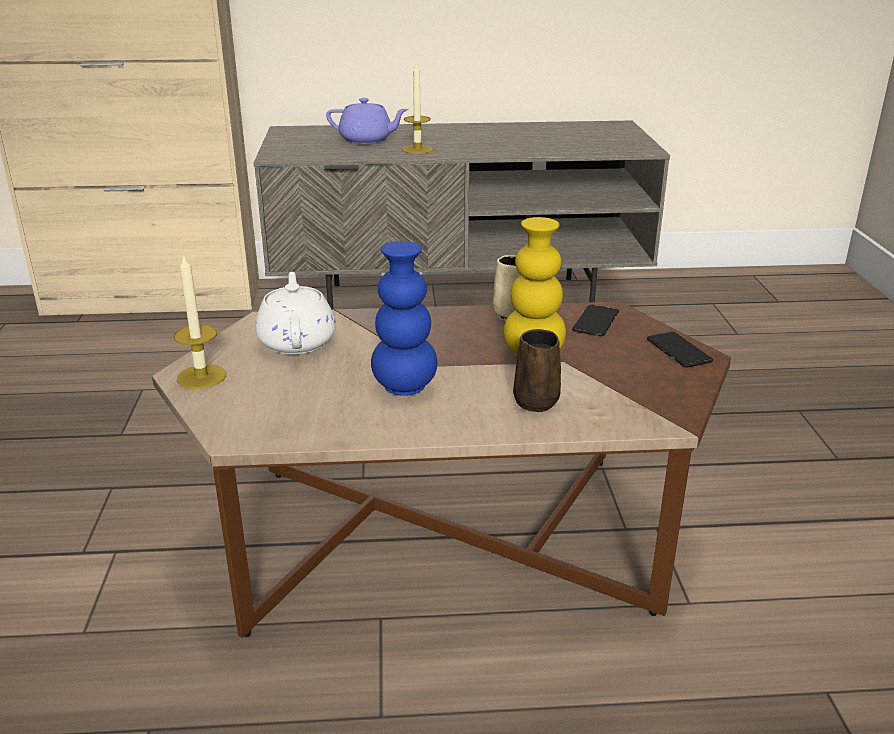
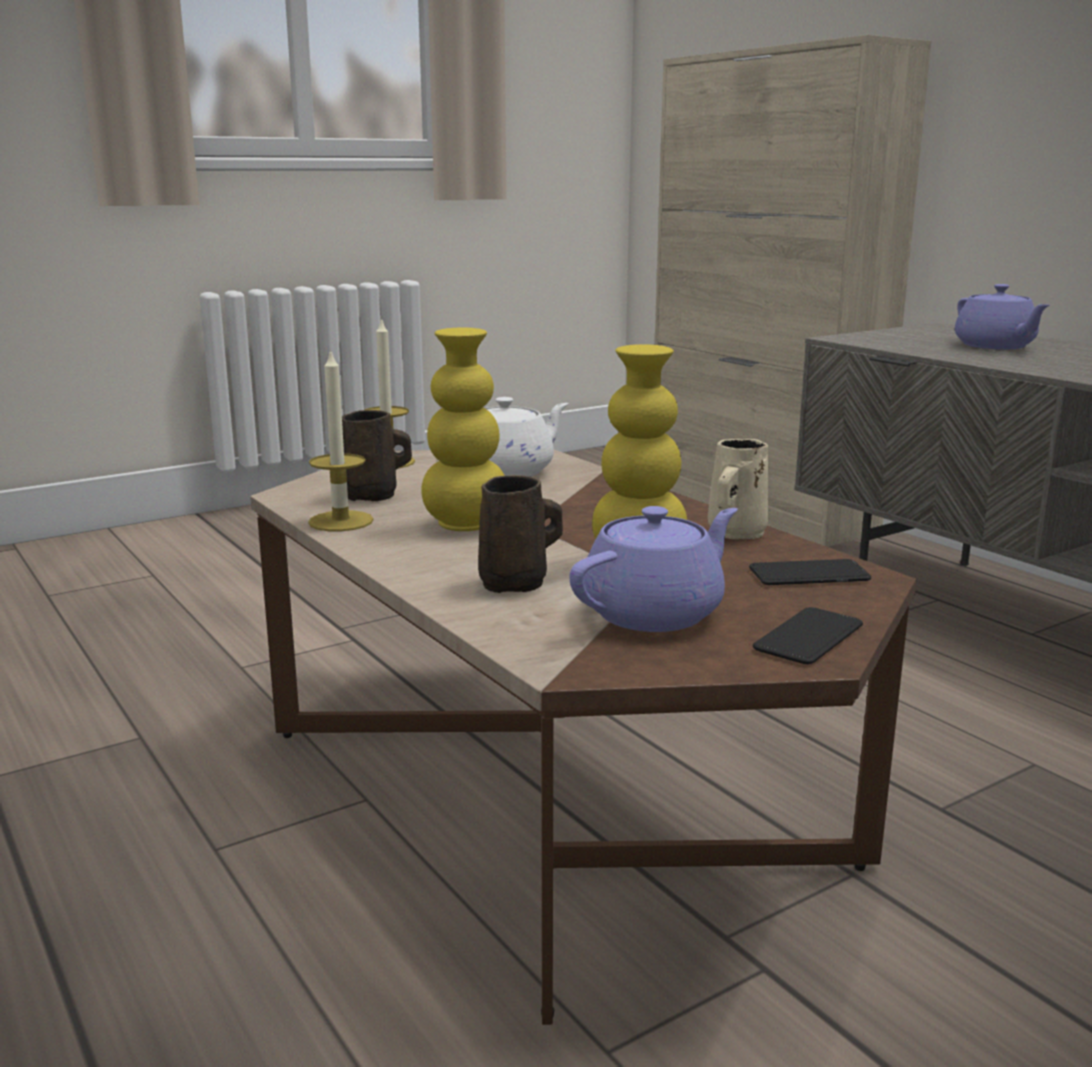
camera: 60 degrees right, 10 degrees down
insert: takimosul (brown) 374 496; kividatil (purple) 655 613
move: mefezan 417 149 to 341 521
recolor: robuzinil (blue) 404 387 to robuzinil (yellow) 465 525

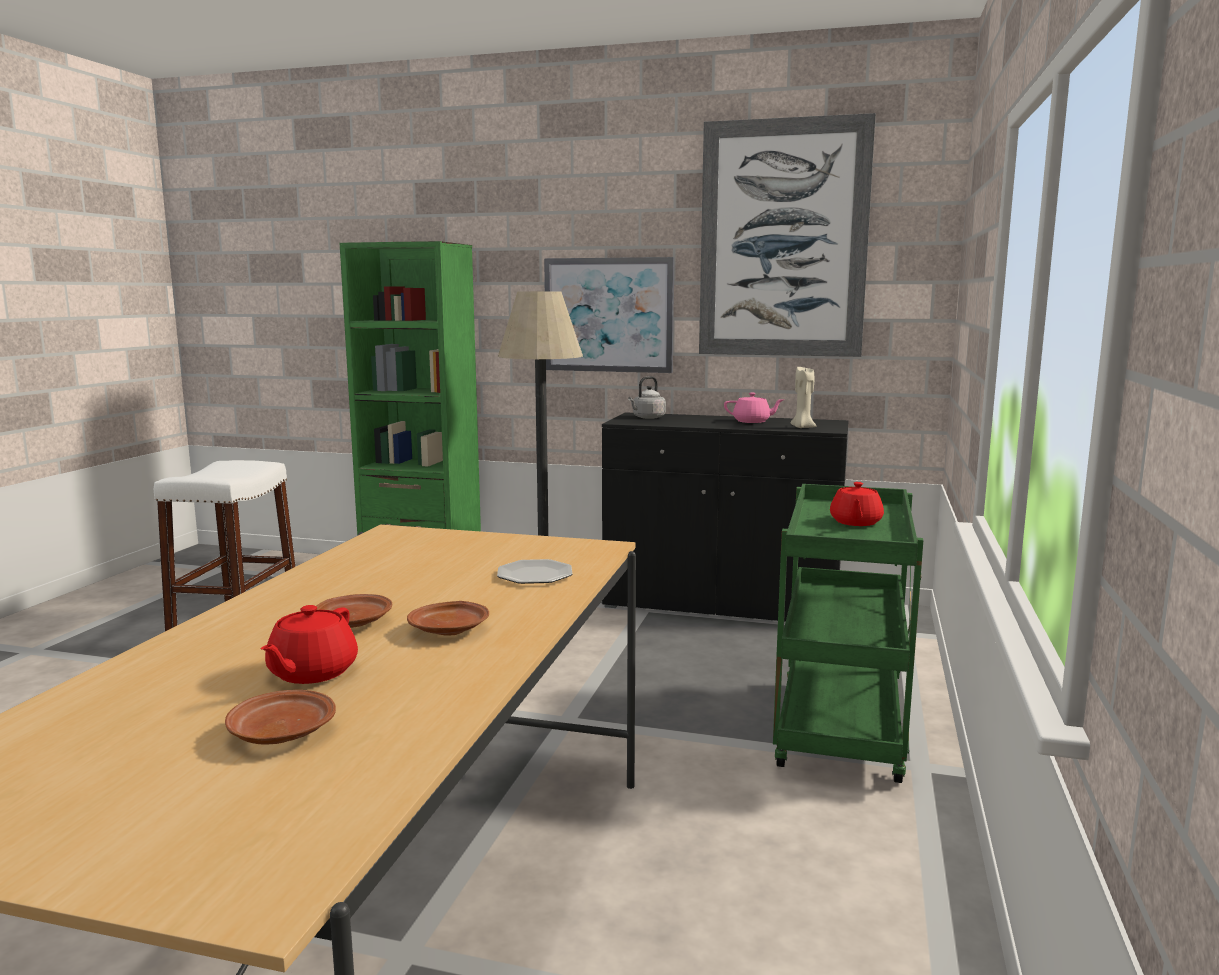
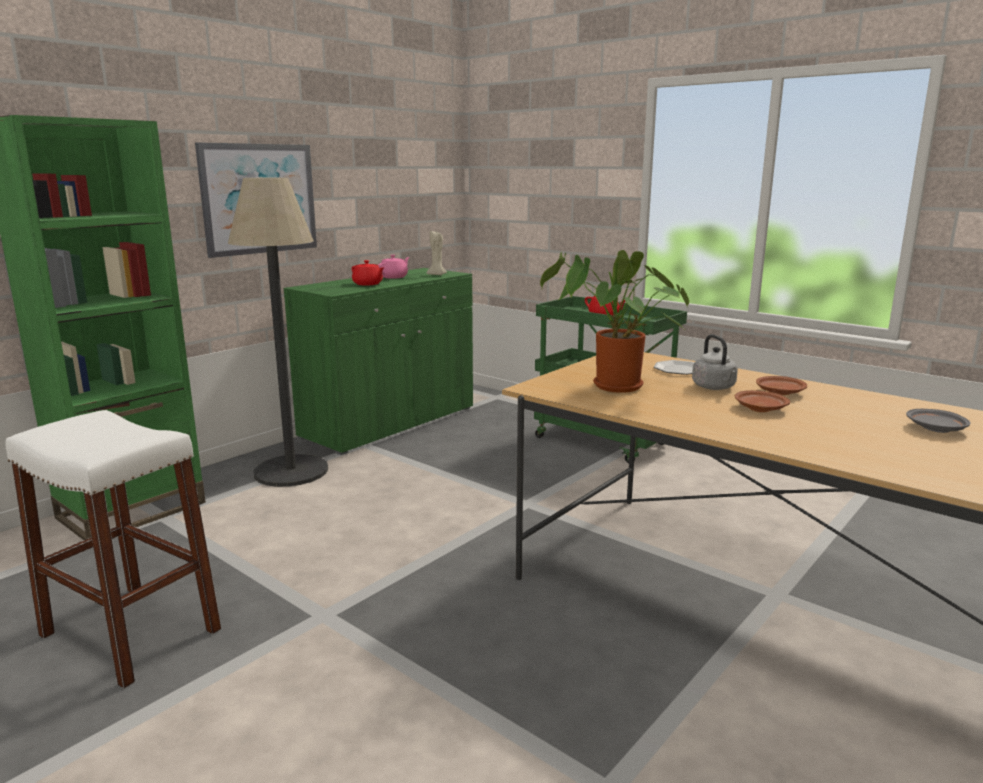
camera: 65 degrees left, 5 degrees up
delete: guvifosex 783 239
insert: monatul 613 387
move: kividatil (red) 311 673 to 368 284; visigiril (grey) 647 418 to 715 387
recolor: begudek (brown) 281 733 to begudek (grey) 935 429; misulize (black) 721 604 to misulize (green) 390 422

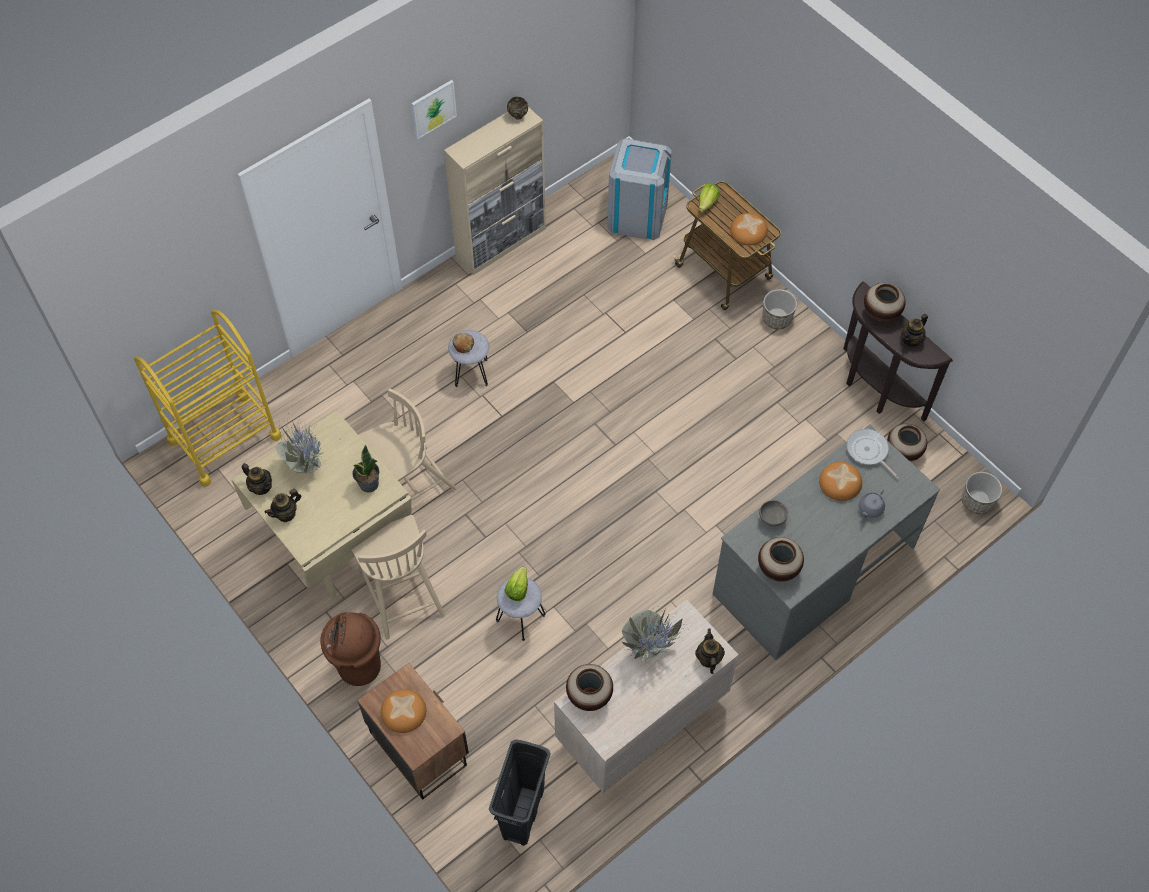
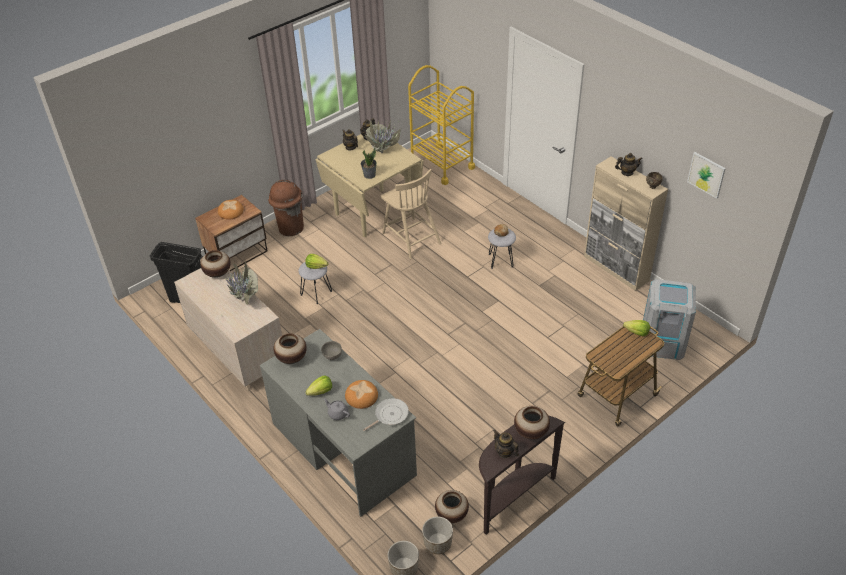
camera: 90 degrees right, 15 degrees down
delete: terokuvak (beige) 400 592; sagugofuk 748 231
insert: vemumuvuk 321 392
move: guvifosex 433 108 to 706 174; kividatil 708 658 to 627 172; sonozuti 776 319 to 437 543

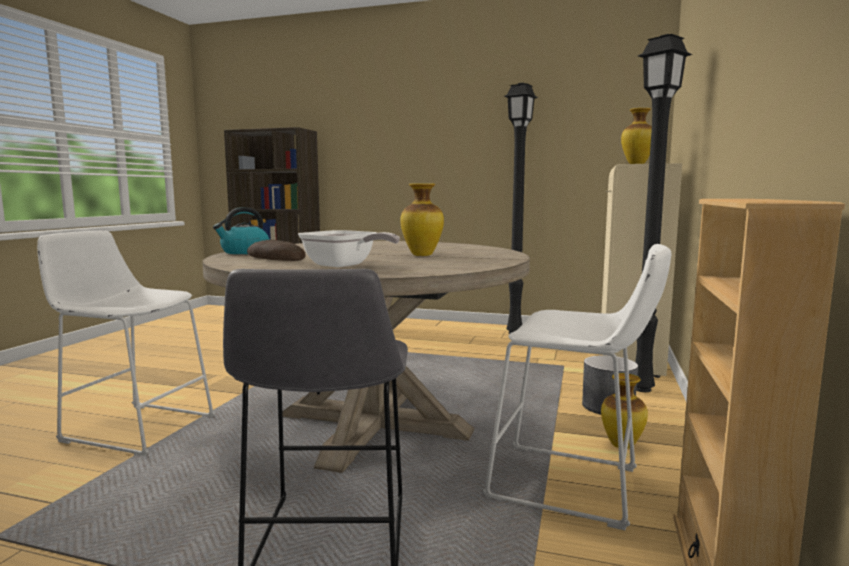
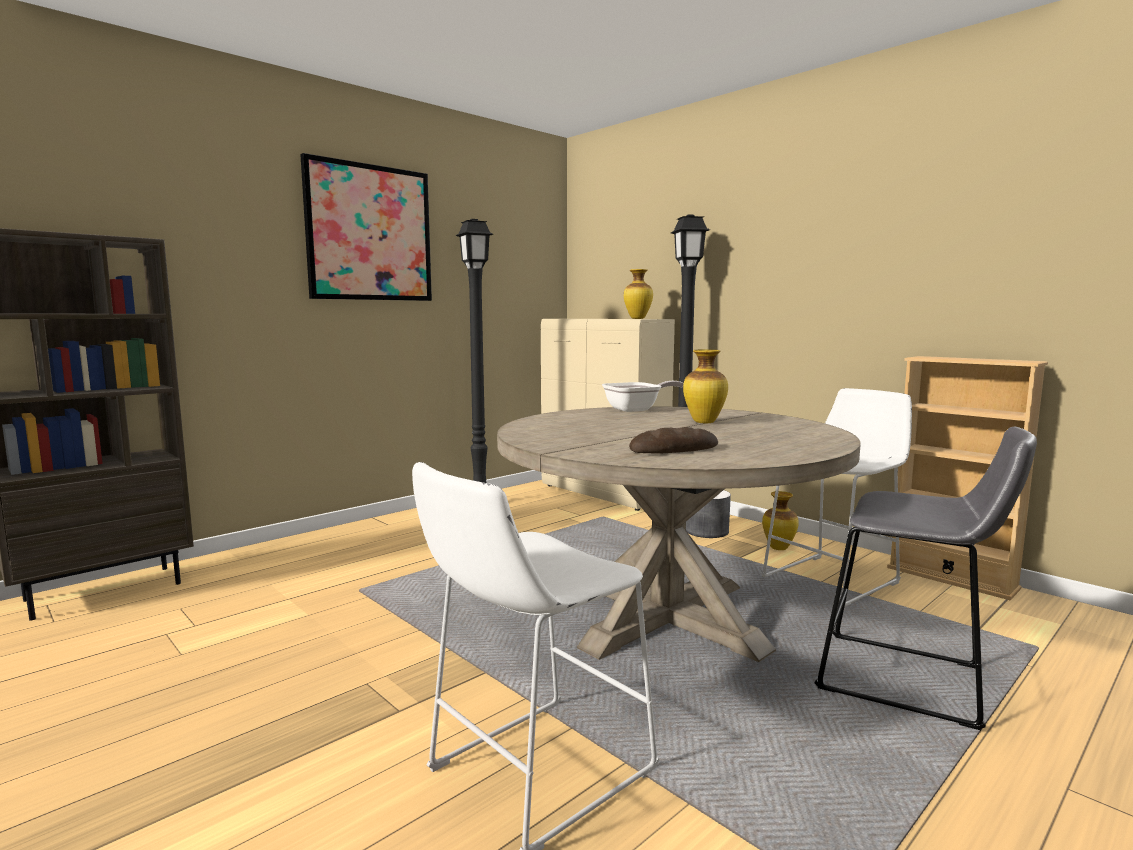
camera: 60 degrees left, 0 degrees up
delete: visigiril 244 252
insert: guvifosex 369 233
move: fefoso 344 265 to 637 409

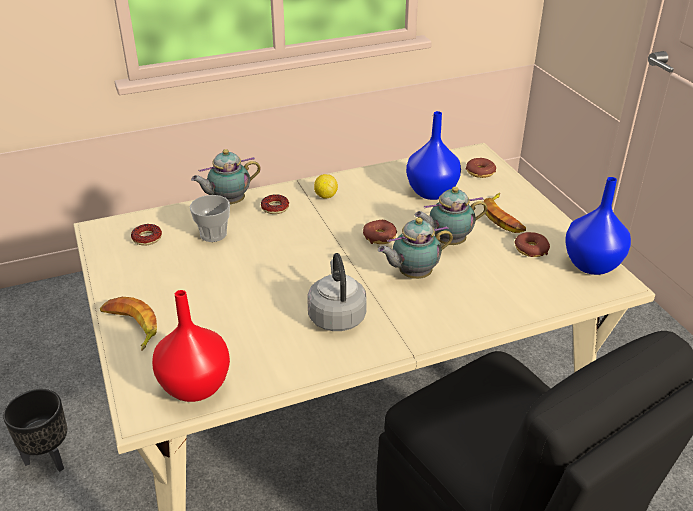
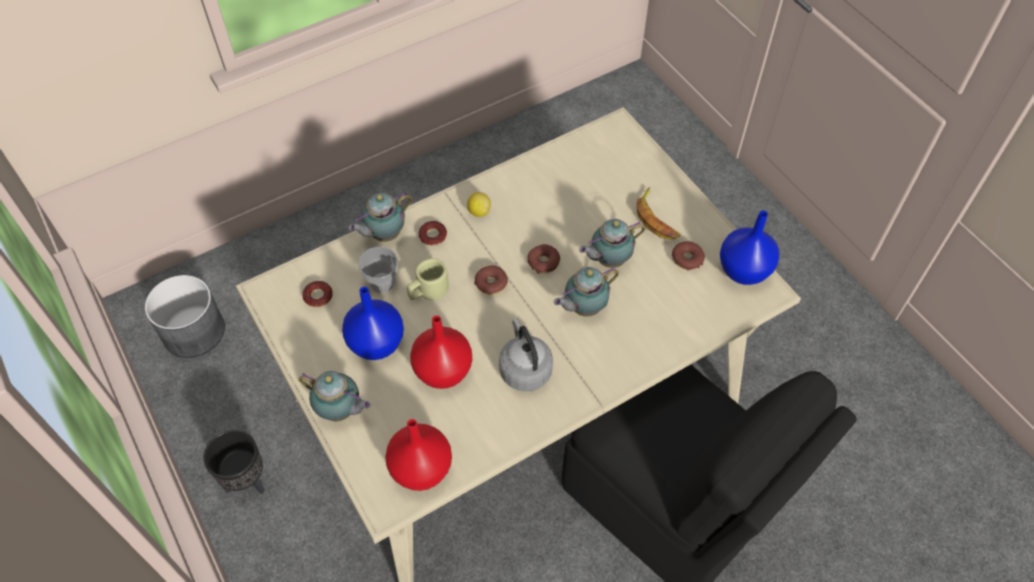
camera: 10 degrees left, 20 degrees up
insert: sonozuti (grey) 193 331; takimosul (beige) 427 291; robuzinil (red) 442 371
move: robuzinil (blue) 430 192 to 375 345; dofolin 480 172 to 491 283
replace: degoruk 130 327 to kividatil 341 411

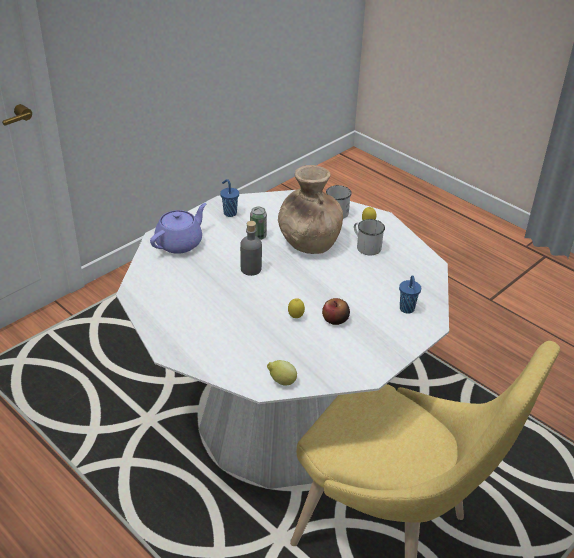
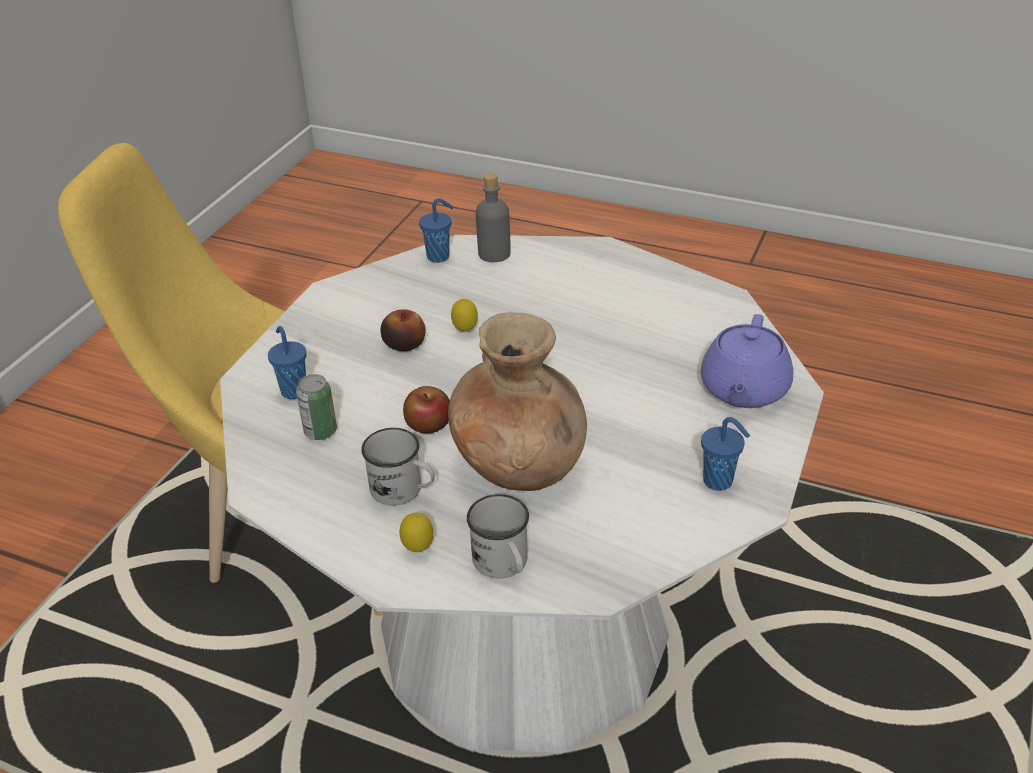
camera: 160 degrees right, 0 degrees up
insert: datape 429 424
move: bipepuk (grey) 251 269 to 494 254; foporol 258 236 to 320 431
replace: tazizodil 281 382 to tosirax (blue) 439 257

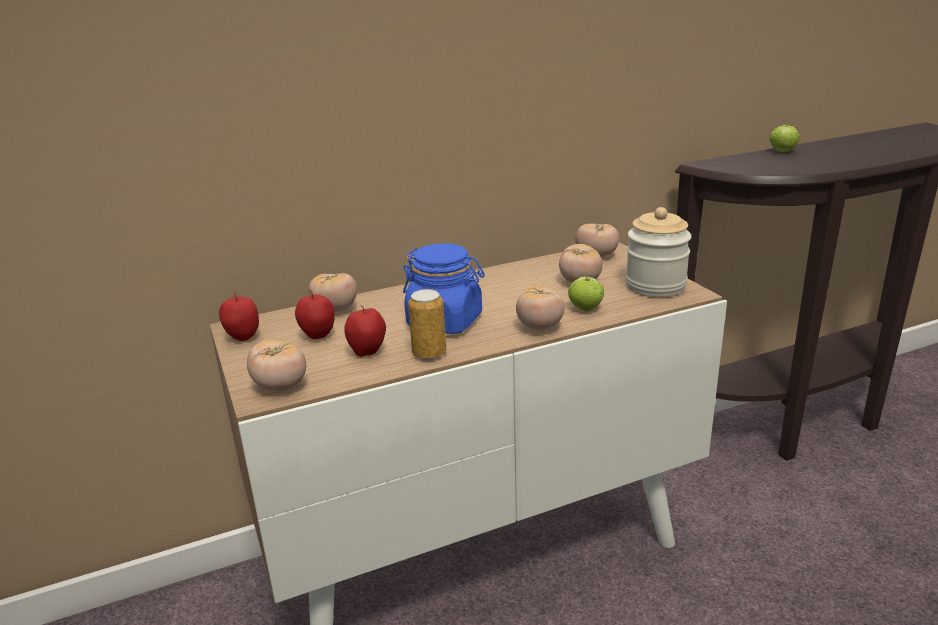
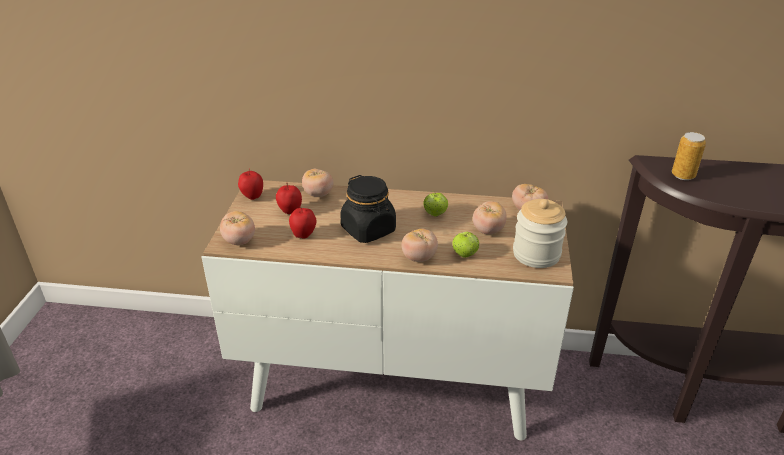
camera: 30 degrees right, 10 degrees up
move: foporol 429 354 to 683 175; datape 782 151 to 435 214
recolor: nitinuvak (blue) 445 322 to nitinuvak (black) 368 230

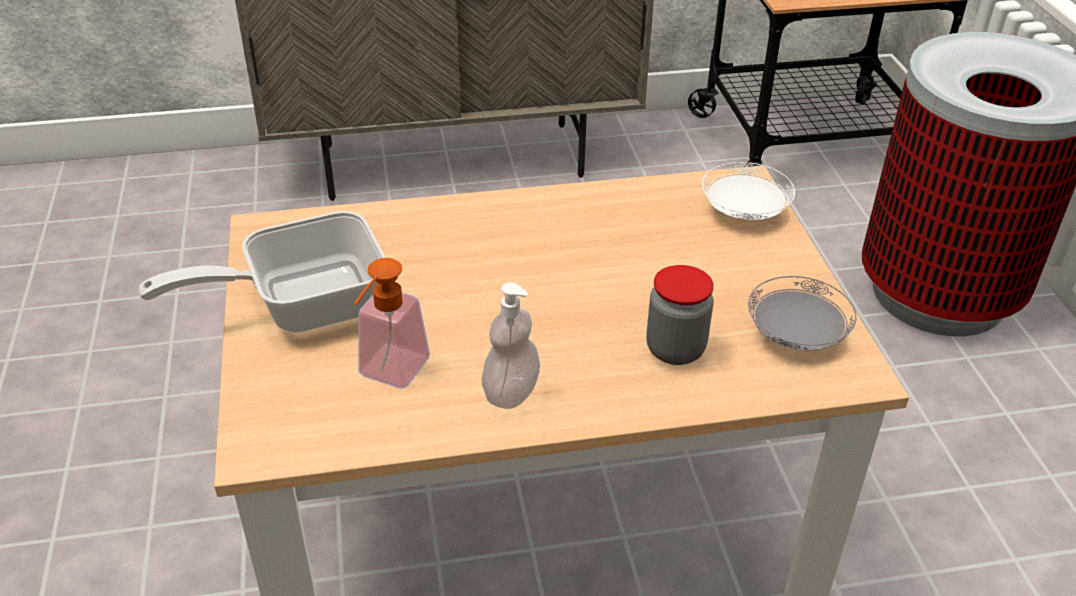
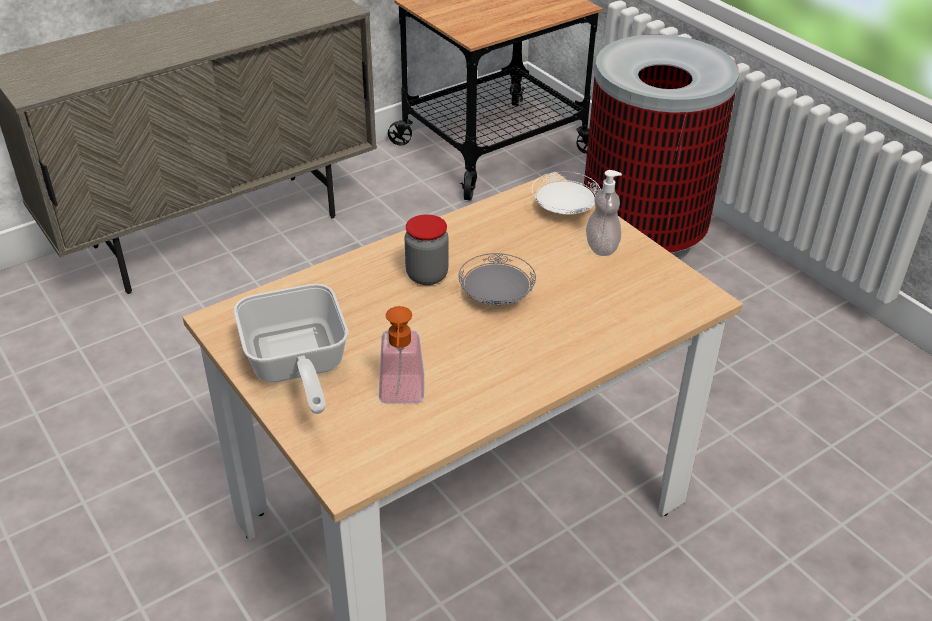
camera: 25 degrees left, 0 degrees up
move: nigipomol 511 392 to 601 247; nitinuvak 675 349 to 427 275; begudek (grey) 796 335 to 496 296
rotate: fefoso 300 305 = 296 367 60 degrees counterclockwise

